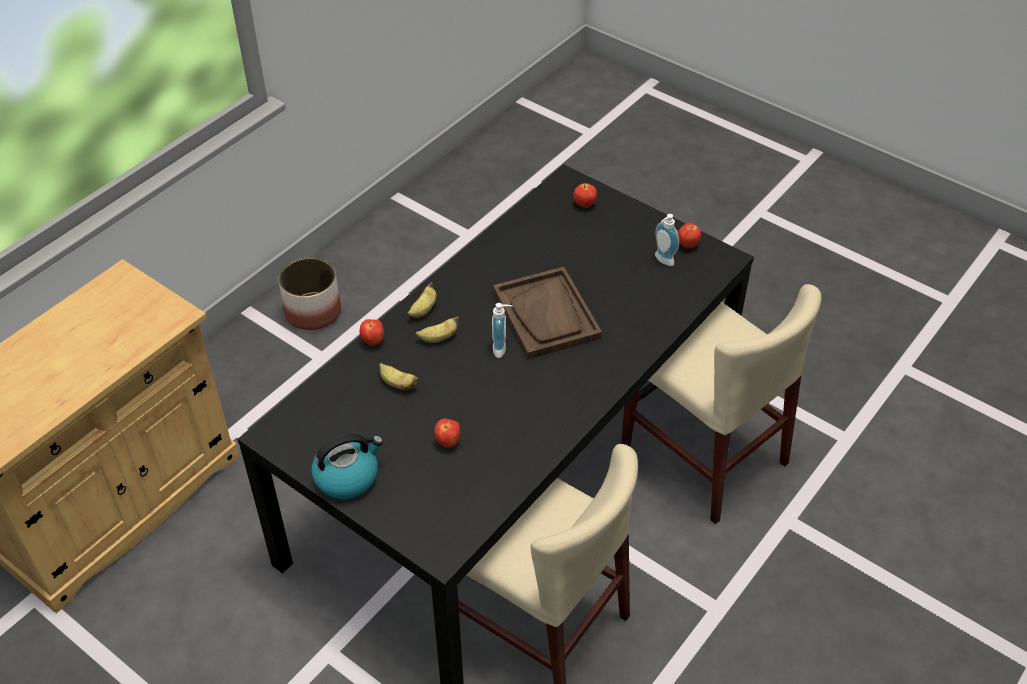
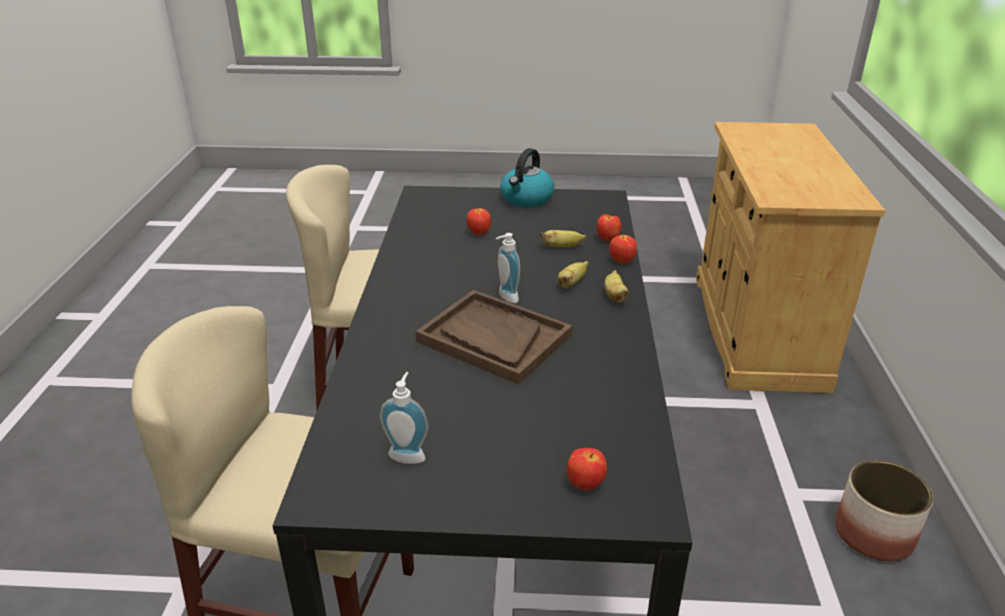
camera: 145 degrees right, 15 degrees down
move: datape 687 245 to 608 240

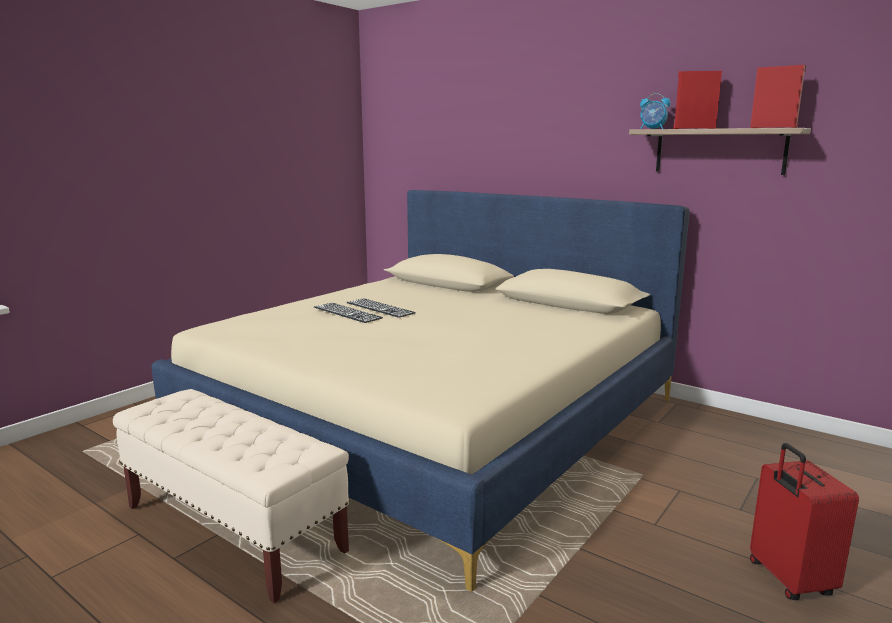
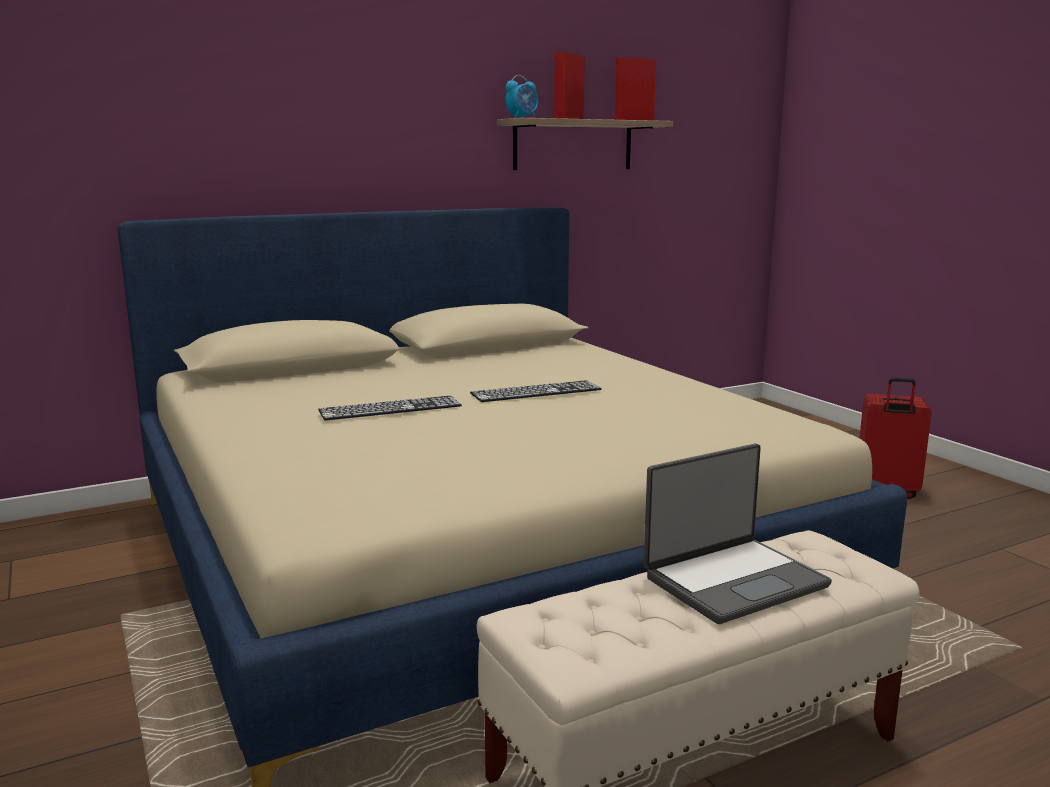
camera: 65 degrees left, 0 degrees up
insert: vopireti 733 580
move: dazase 347 312 to 536 391

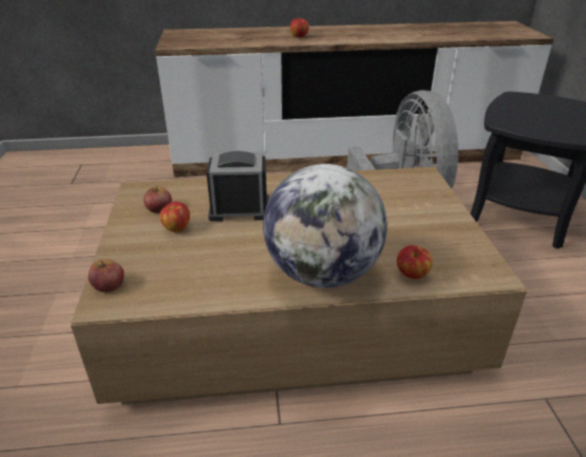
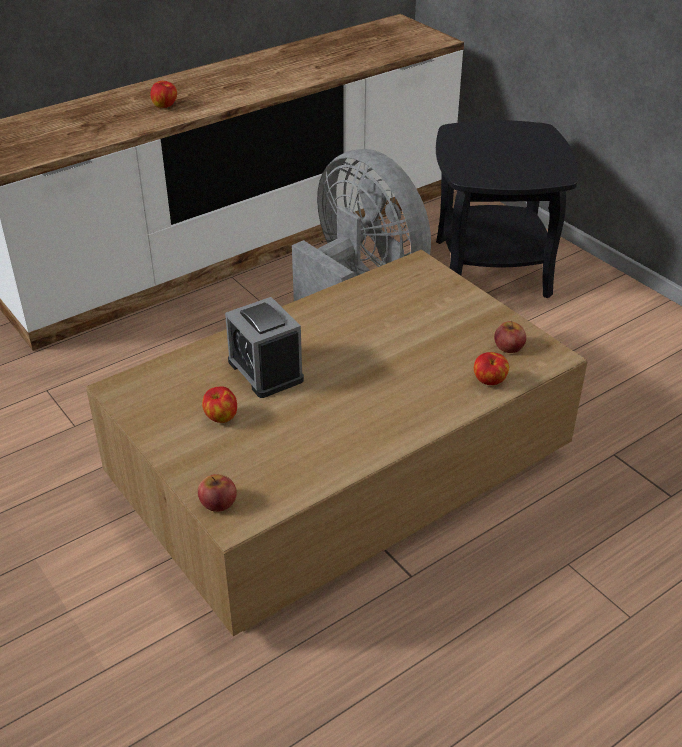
camera: 30 degrees left, 5 degrees up
delete: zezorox 323 273
move: datape 159 208 to 509 346
rotate: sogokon 239 209 = 265 371 90 degrees counterclockwise

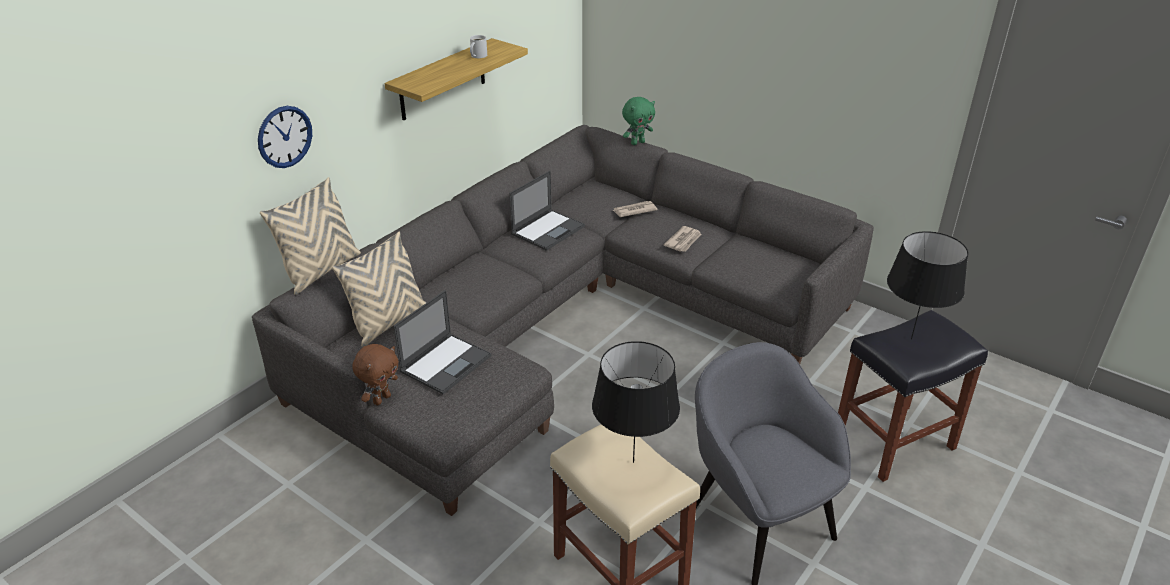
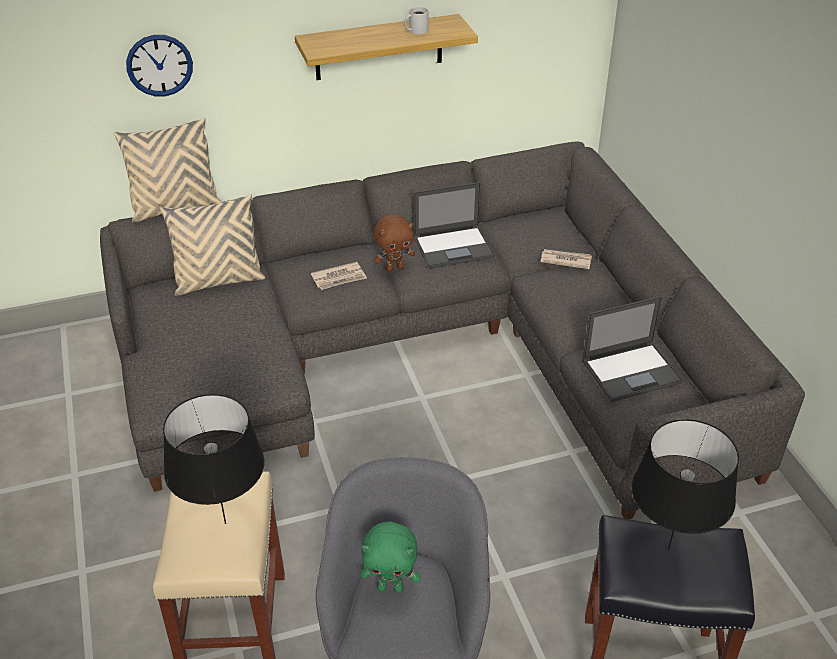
camera: 35 degrees right, 5 degrees up
move: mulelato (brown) 381 399 to 394 268; vopireti 446 363 to 632 371; mulelato (green) 637 143 to 391 587; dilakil 683 241 to 339 278

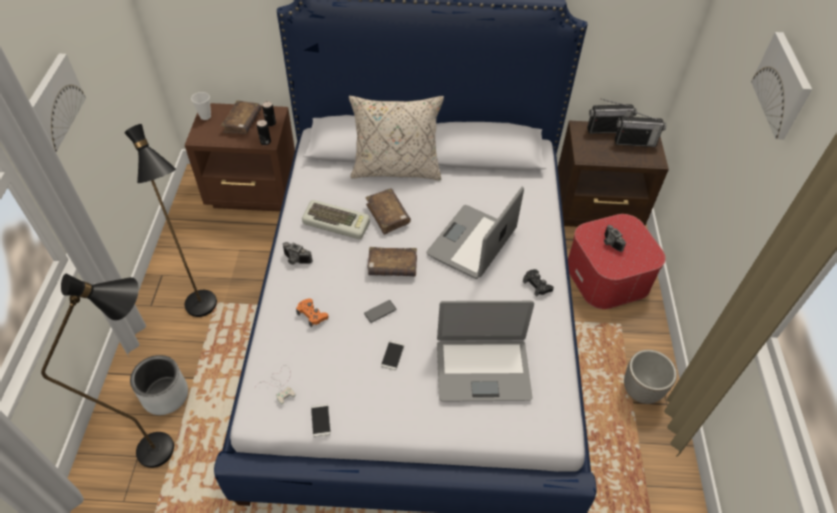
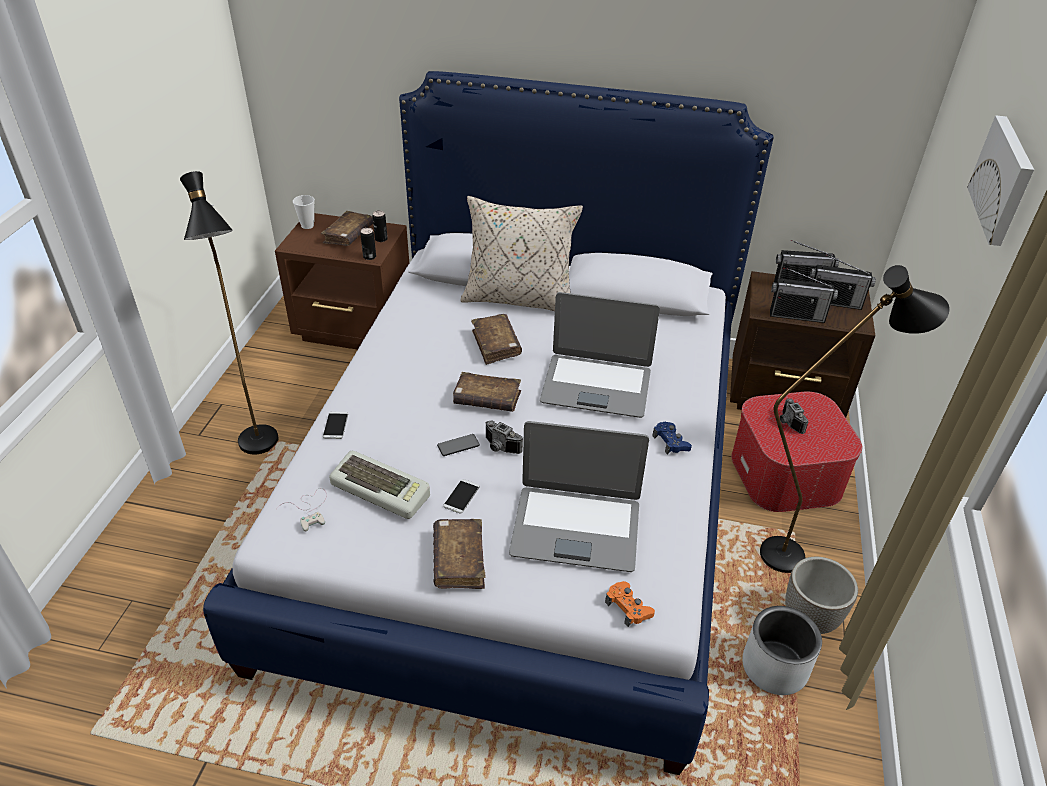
camera: 10 degrees right, 10 degrees down
delete: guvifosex 53 102
insert: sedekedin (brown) 459 560; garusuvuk 797 315
move: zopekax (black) 170 445 to 797 553; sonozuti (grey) 165 395 to 774 666; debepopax 295 260 to 500 448; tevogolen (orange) 312 314 to 628 607; dazase 337 222 to 382 489; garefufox 320 420 to 335 425
recolor: tevogolen (black) 537 285 to tevogolen (blue) 671 442
rotate: vopireti 472 243 = 596 386 120 degrees counterclockwise

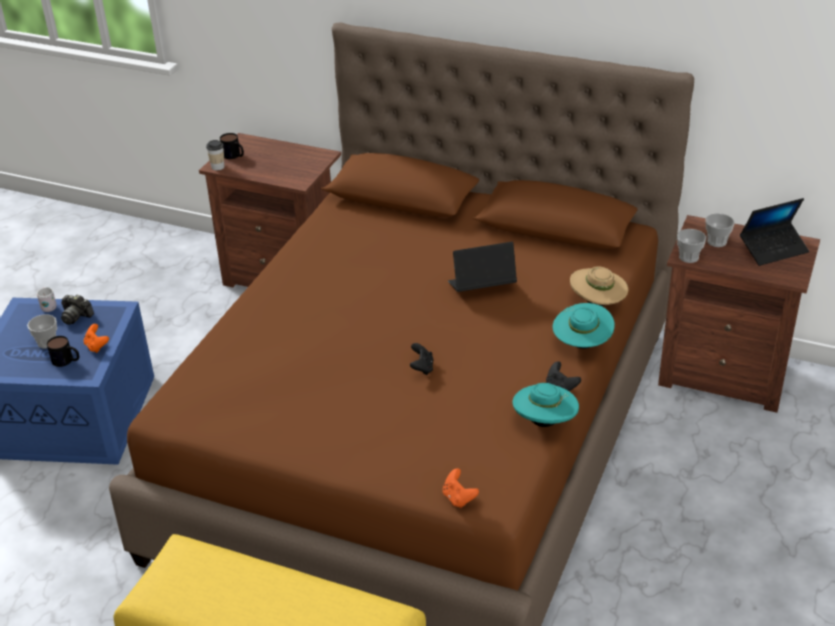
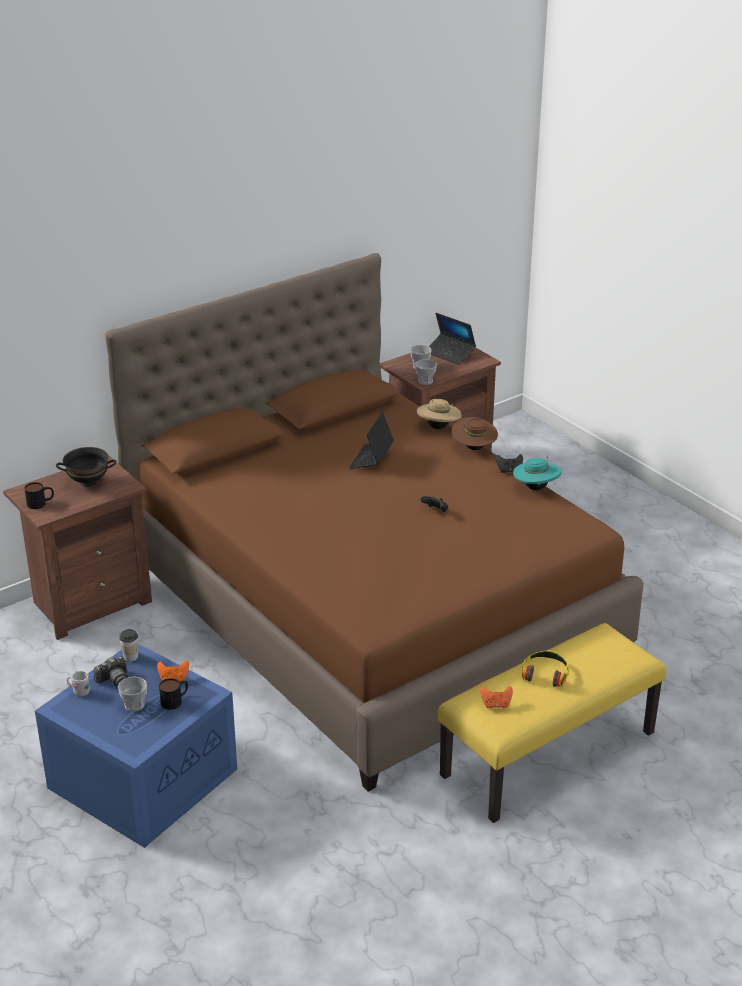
camera: 60 degrees left, 5 degrees down
insert: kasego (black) 88 482; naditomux 545 673
move: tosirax 218 167 to 131 657; tevogolen (orange) 458 498 to 496 704
recolor: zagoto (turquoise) 582 344 to zagoto (brown) 474 448
rotate: vopireti 773 249 = 450 353 120 degrees clockwise

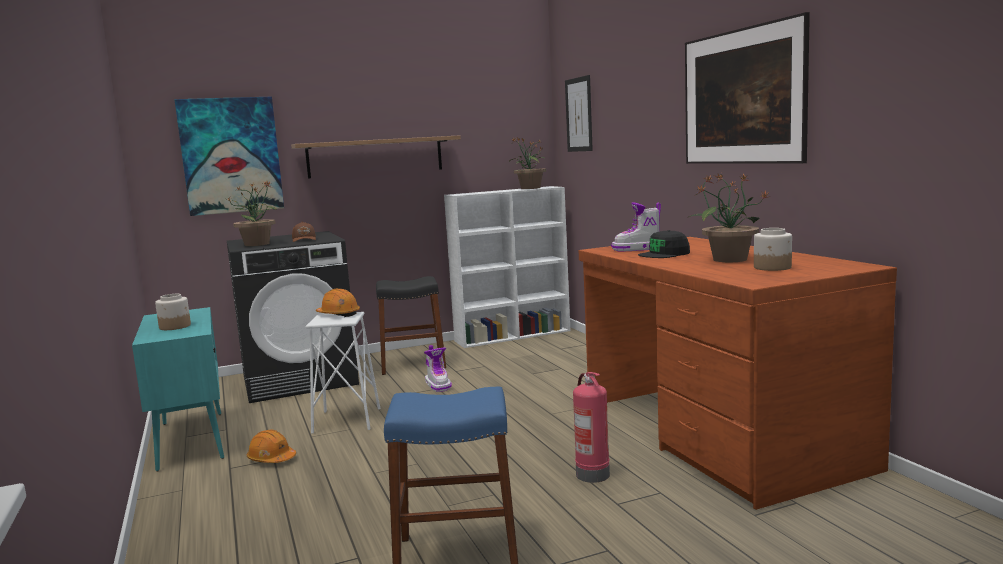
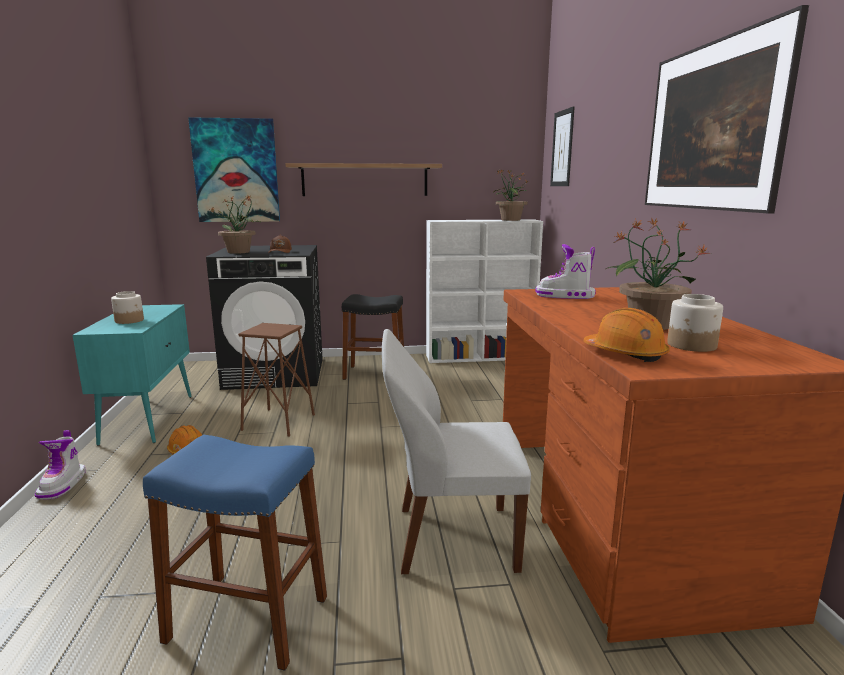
camera: 15 degrees right, 5 degrees up
delete: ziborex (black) 664 254
move: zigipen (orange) 338 314 to 625 353; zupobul 438 385 to 63 485
replace: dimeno 591 474 to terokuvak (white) 451 538
recolor: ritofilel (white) 347 420 to ritofilel (brown) 279 422

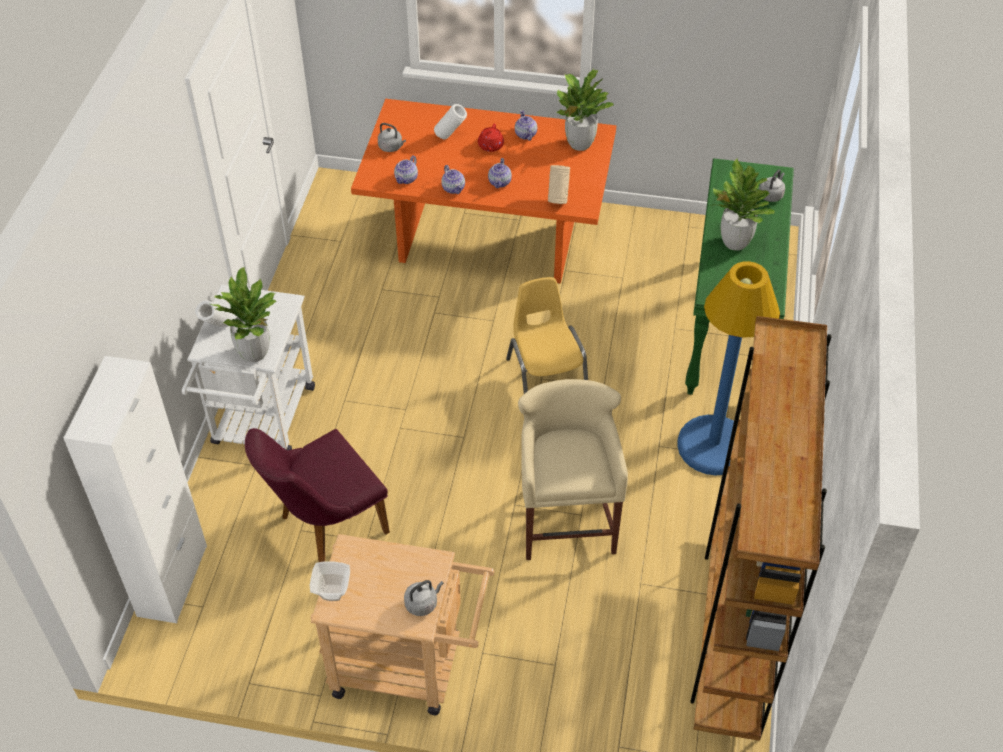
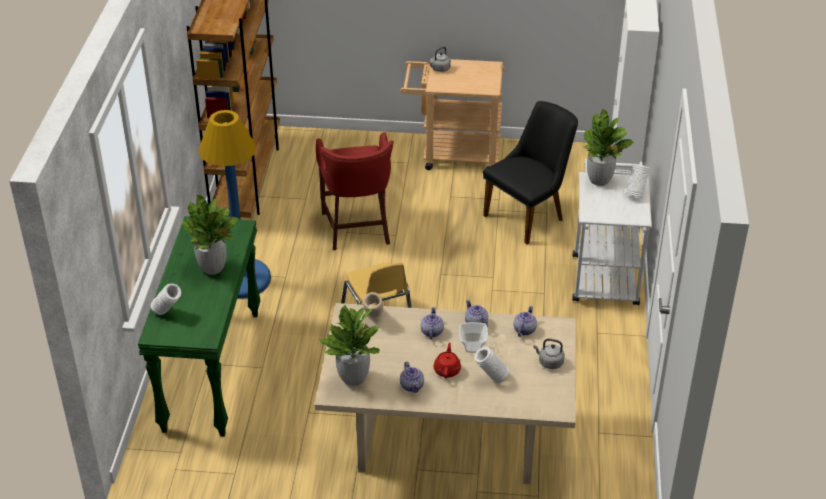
camera: 175 degrees right, 10 degrees down
move: kasego 333 592 to 472 348
replace: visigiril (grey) 771 195 to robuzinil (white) 168 313
recolor: terokuvak (purple) 325 527 to terokuvak (black) 529 215; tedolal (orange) 488 241 to tedolal (beige) 446 443; ritofilel (beige) 566 518 to ritofilel (red) 357 229

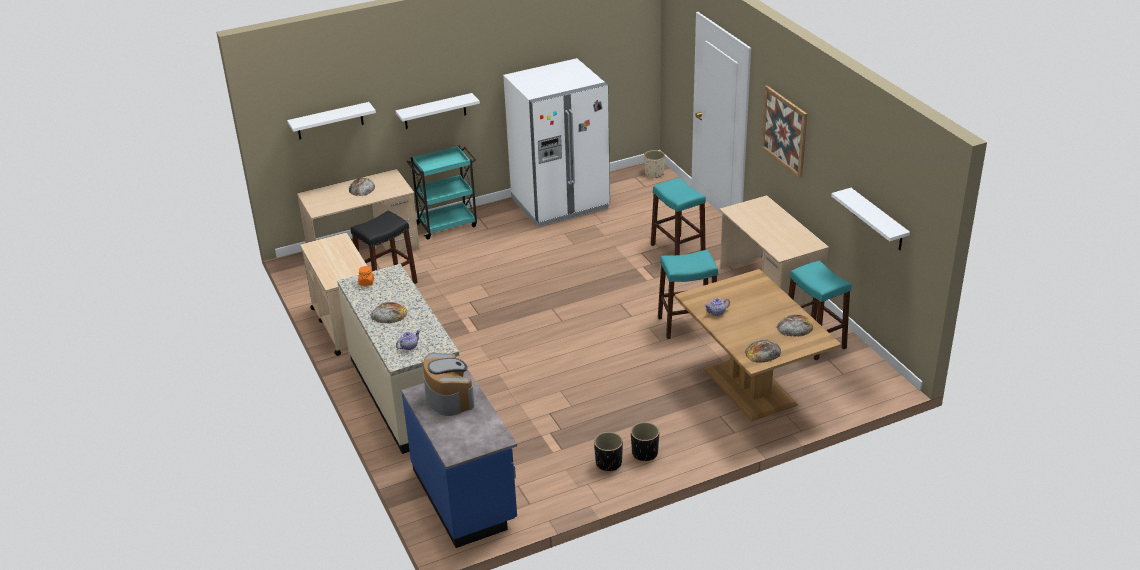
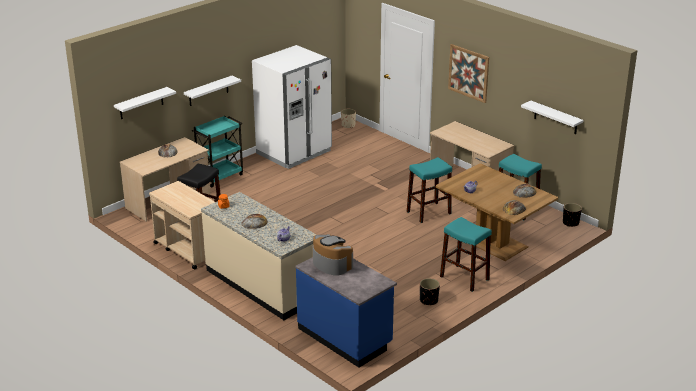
camera: 20 degrees left, 5 degrees down
move: sonozuti (black) 645 453 to 571 223; ritofilel (turquoise) 677 250 to 464 278

